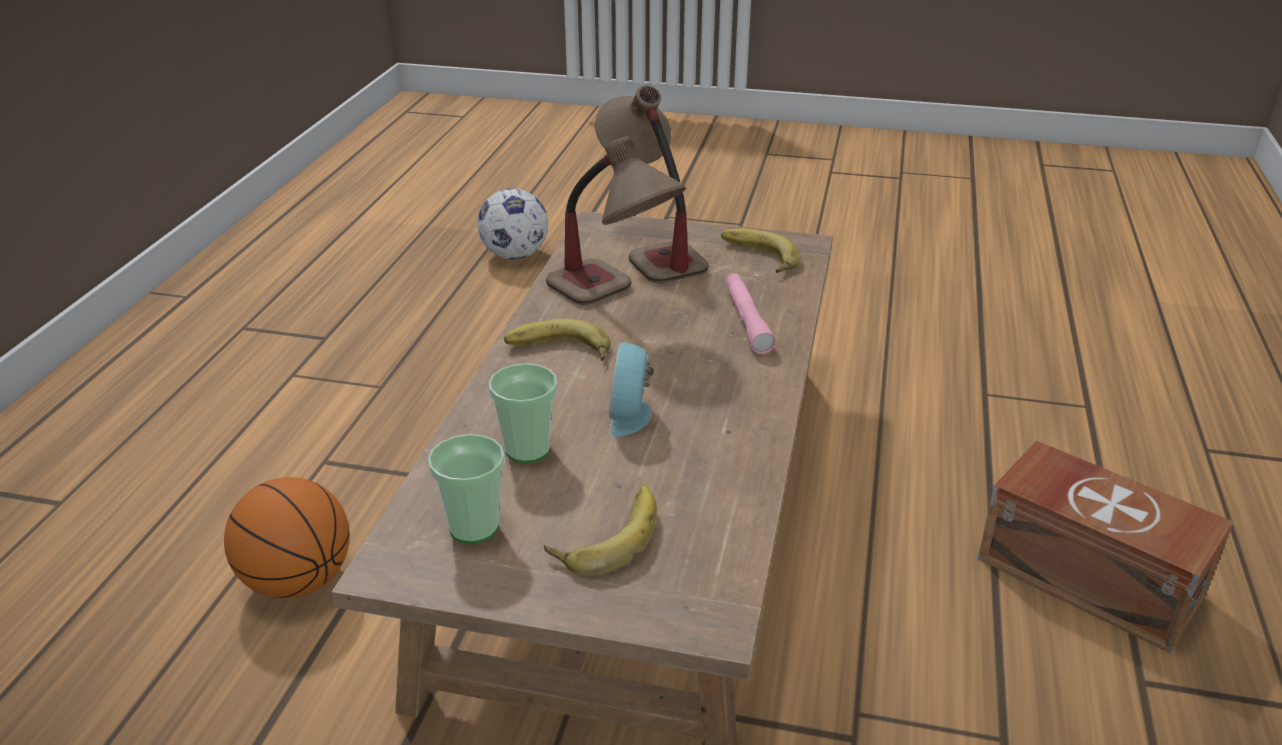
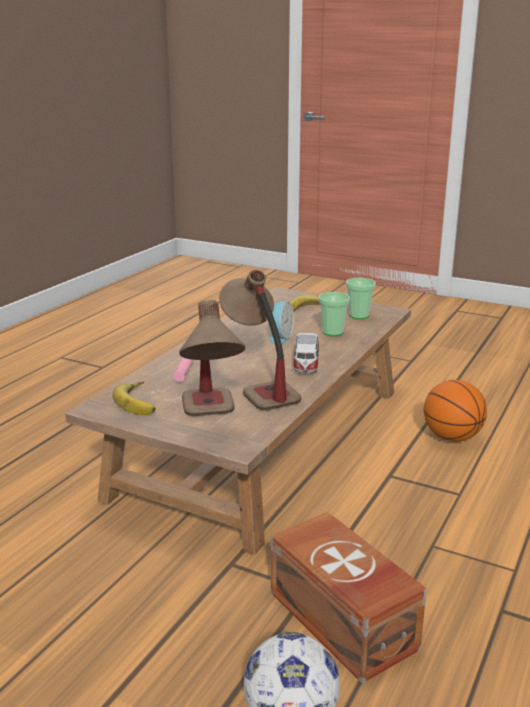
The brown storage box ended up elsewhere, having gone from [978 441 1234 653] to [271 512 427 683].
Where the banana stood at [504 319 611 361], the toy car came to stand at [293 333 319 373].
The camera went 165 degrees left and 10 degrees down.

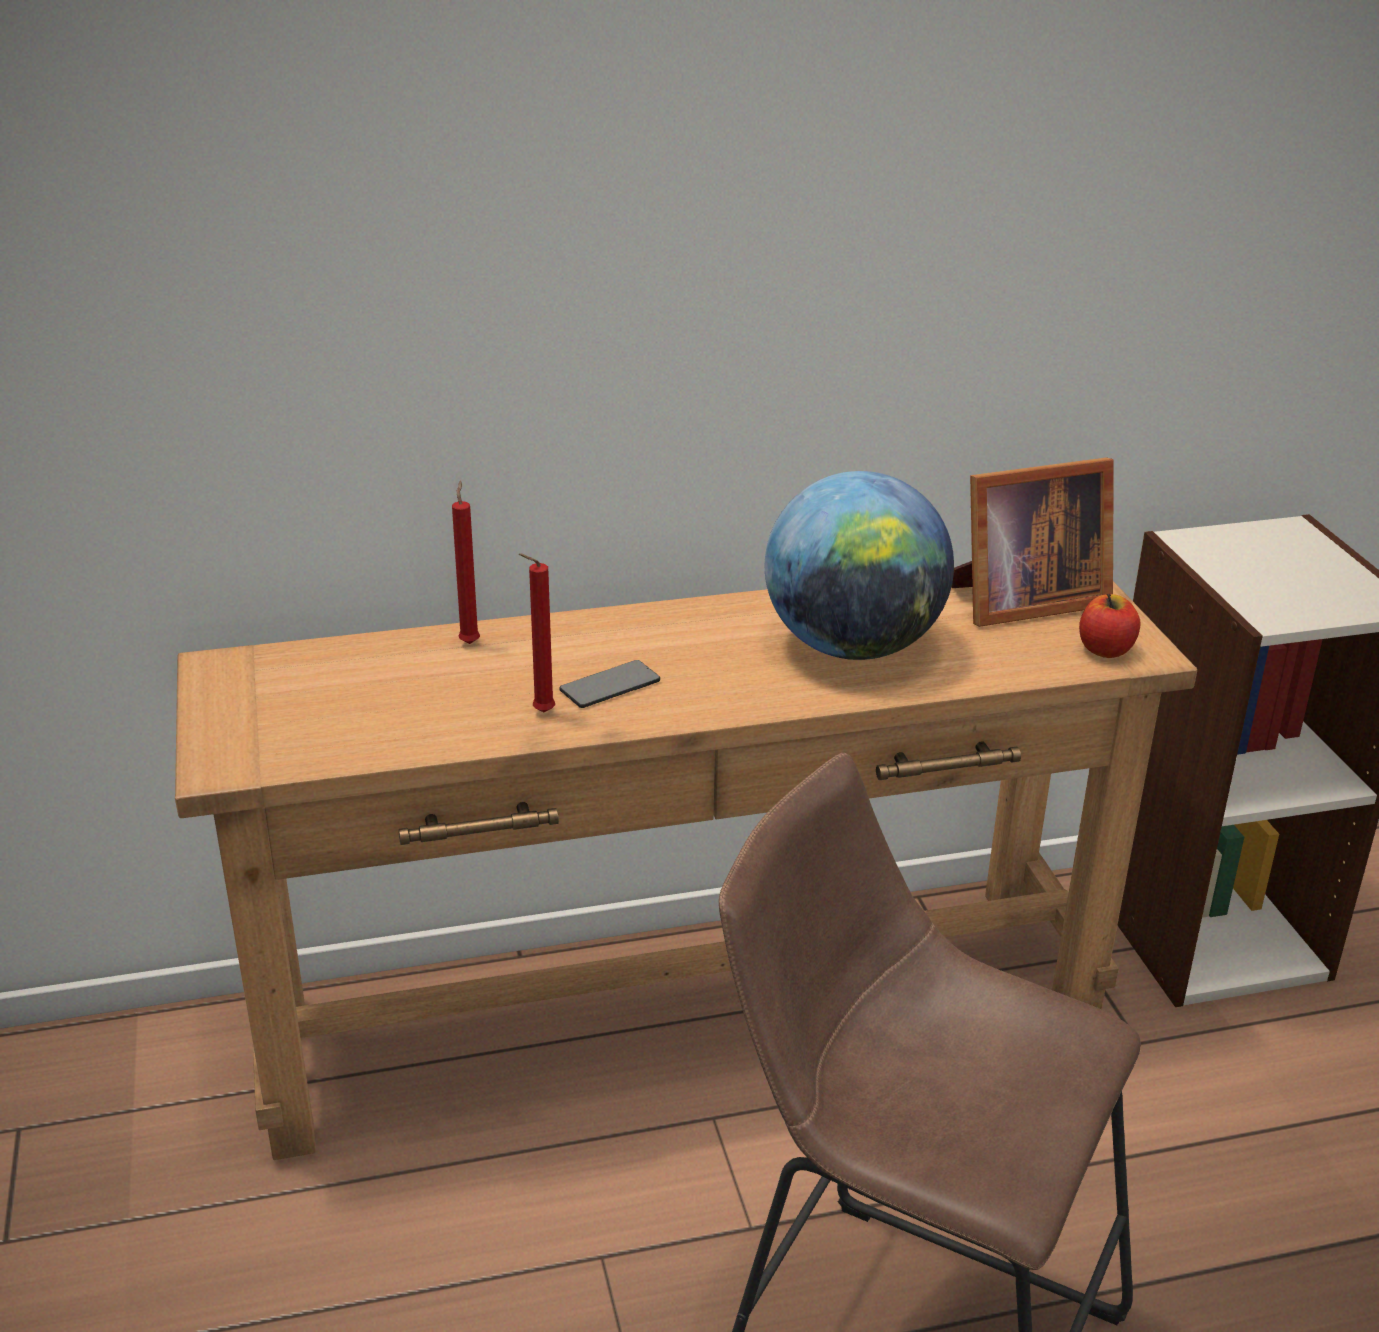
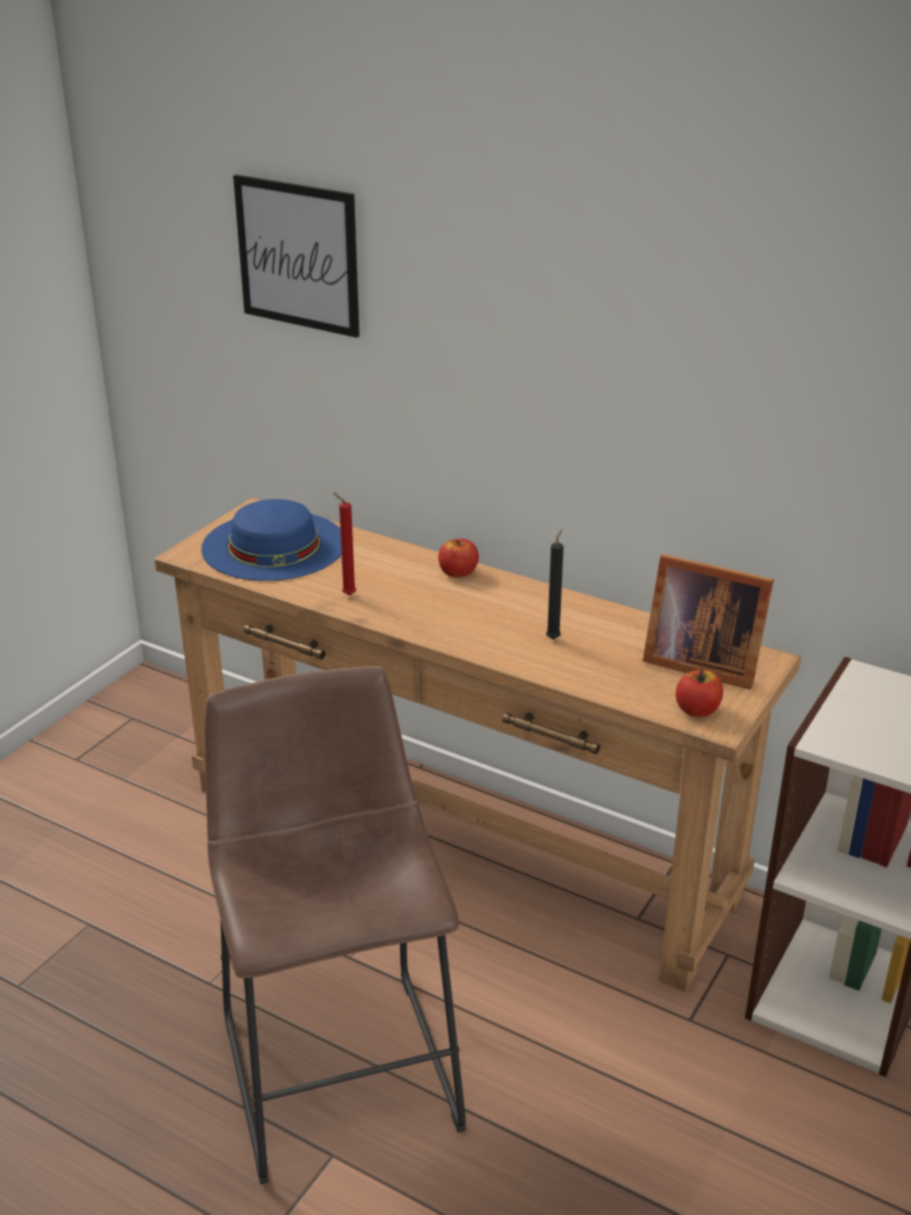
The second view lost the red candle at [452 481 480 644].
The second view lost the phone at [559 660 660 708].
The second view gained the blue hat at [201 499 342 581].
The second view gained the picture at [233 175 359 338].
The second view gained the apple at [438 539 479 578].
Where the globe stood at [765 471 954 660], the black candle came to stand at [546 529 564 639].
The camera went 45 degrees right and 0 degrees up.

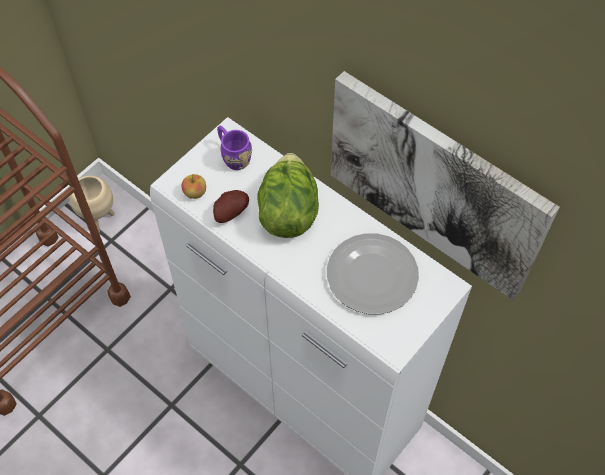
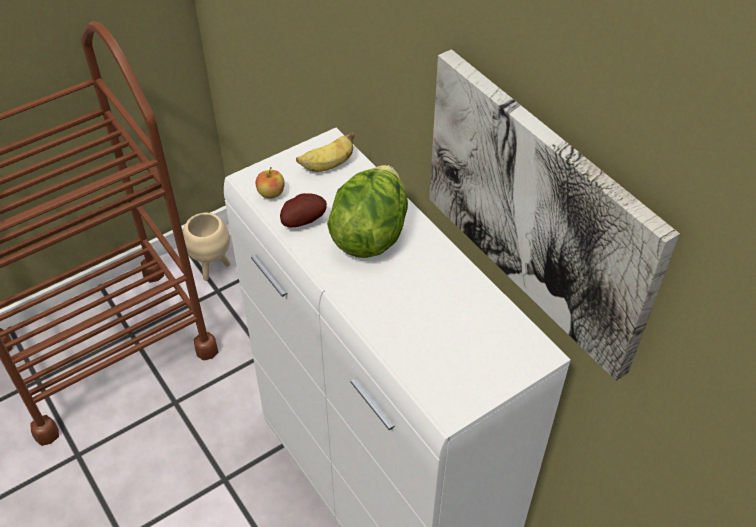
The second view lost the plate at [327 233 419 314].
Where the purple mug stood at [217 126 252 170], the banana came to stand at [296 132 354 172].
The camera went 15 degrees right and 10 degrees down.

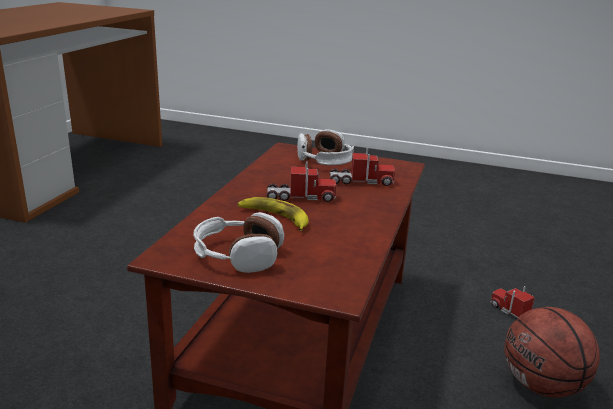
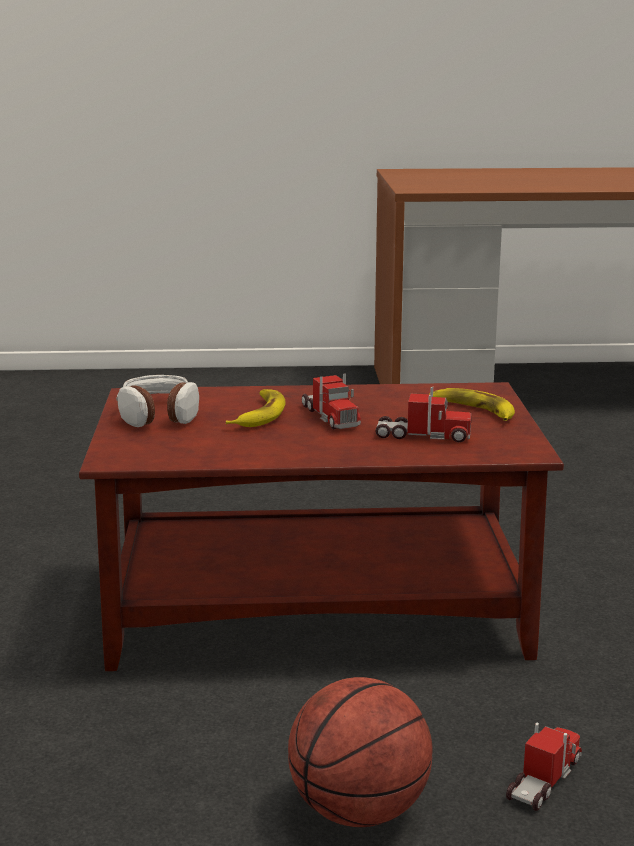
Where the headphones stood at [297 129 354 165], the banana came to stand at [433 388 515 421].
The toy truck at [330 148 395 186] ended up facing another way, 60 degrees counterclockwise from before.
The camera went 70 degrees right and 5 degrees down.

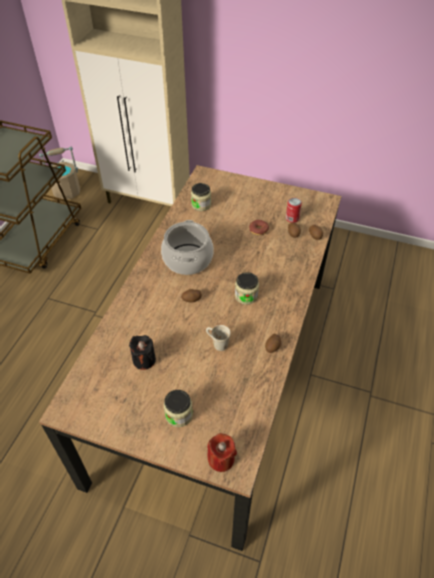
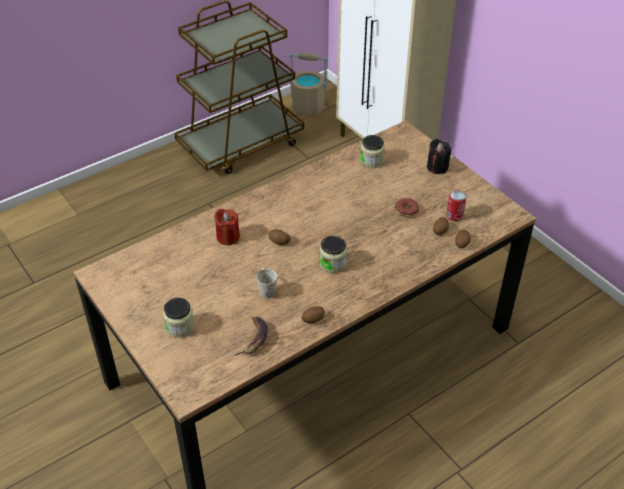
The second view lost the cooking pot at [161 220 214 275].
The second view gained the banana at [234 317 268 356].
The black candle ended up elsewhere, having gone from [129 335 156 370] to [427 139 451 174].
The red candle ended up elsewhere, having gone from [207 433 237 472] to [214 209 240 245].
The camera went 35 degrees right and 5 degrees down.

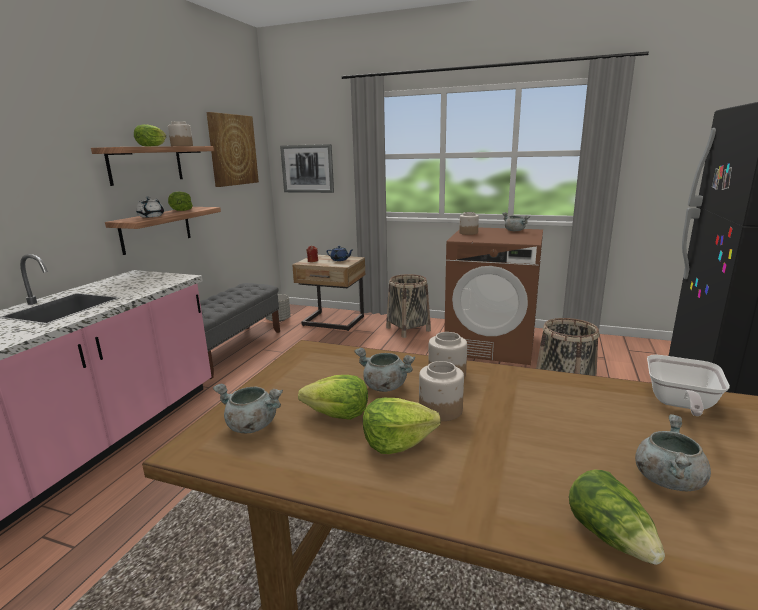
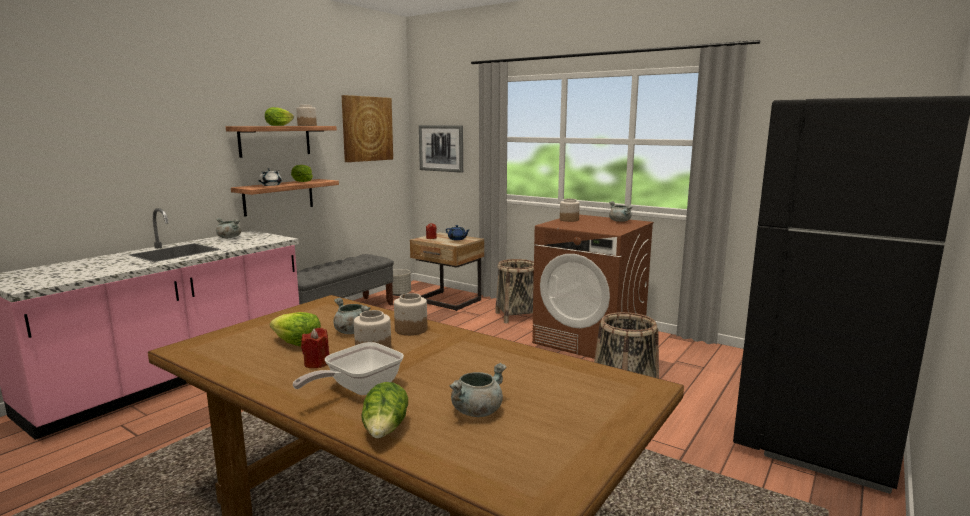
The grey cooking pot ended up elsewhere, having gone from [213 384 283 433] to [216 218 241 238].
The frying pan ended up elsewhere, having gone from [647 355 730 416] to [293 342 404 395].
Where the lettuce stood at [363 398 441 454], the red candle came to stand at [301 328 330 368].
The camera went 15 degrees right and 5 degrees down.

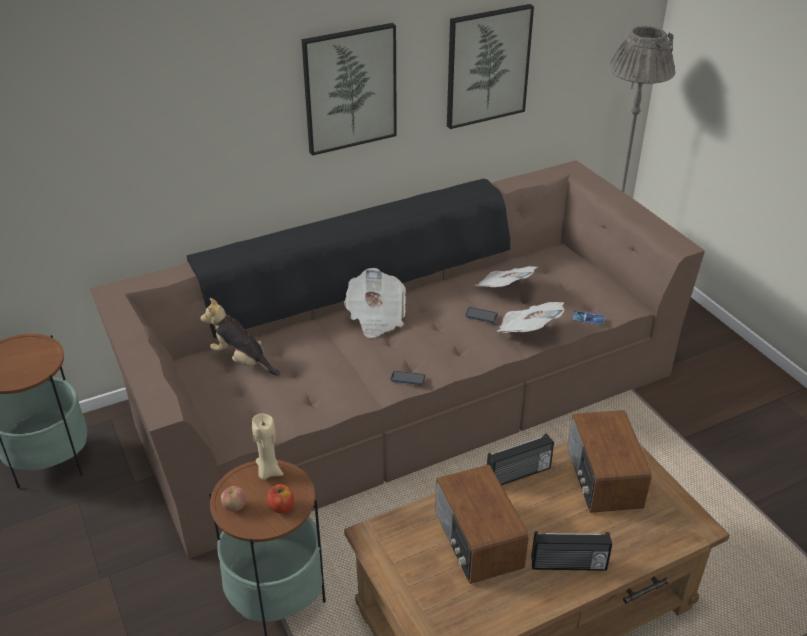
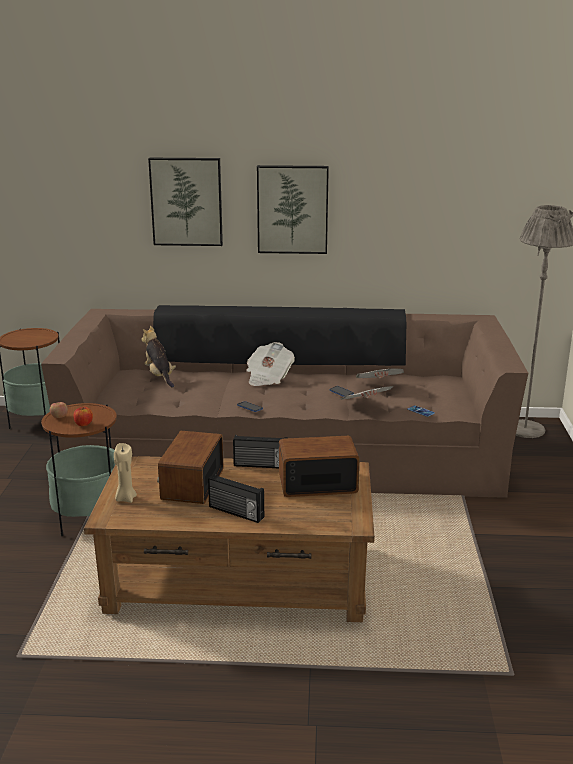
The beige candle ended up elsewhere, having gone from [252 413 283 480] to [114 443 137 503].
The picture ended up elsewhere, having gone from [447 4 534 129] to [148 158 223 246].
The radio at [568 410 651 513] ended up facing another way, 60 degrees clockwise from before.
The camera went 30 degrees right and 15 degrees down.

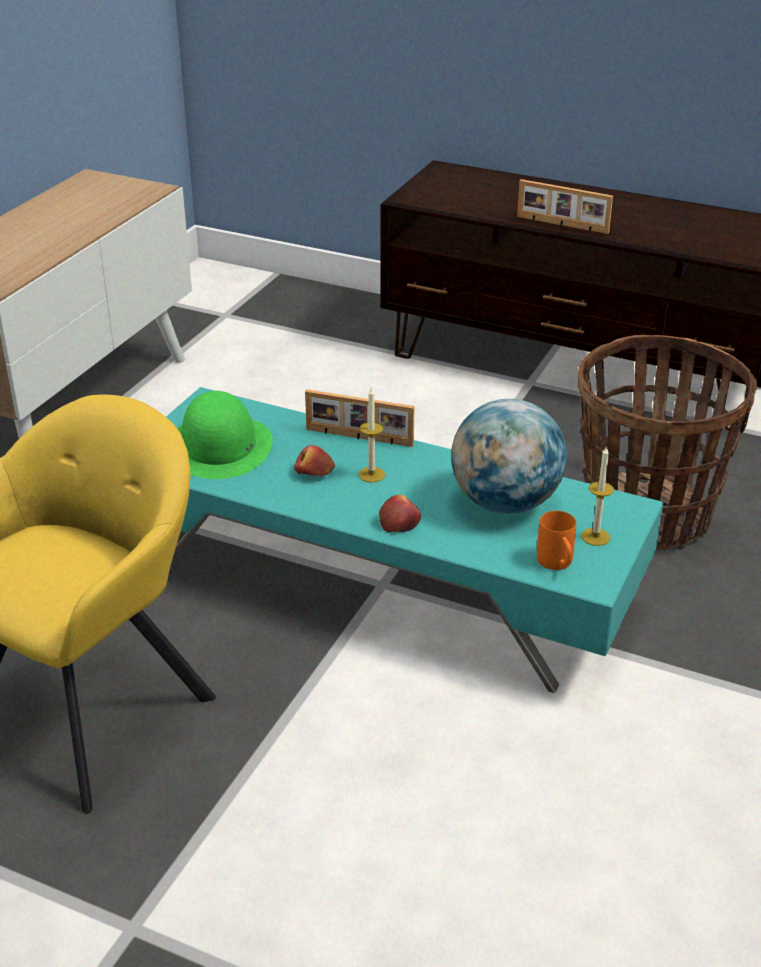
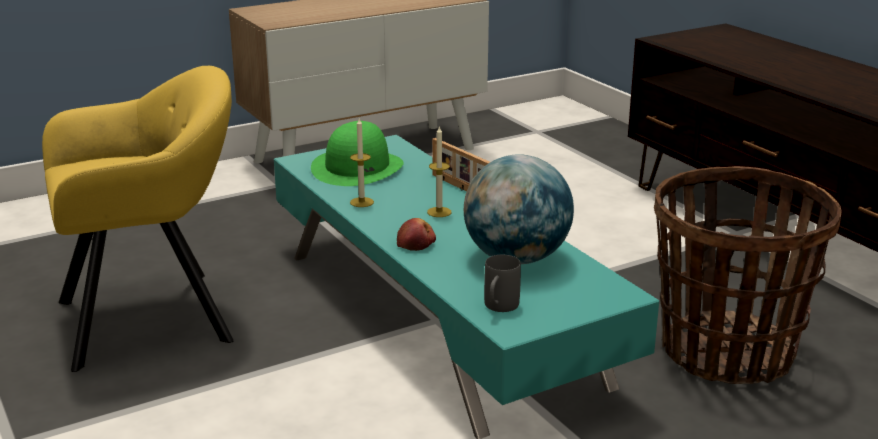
The second view lost the apple at [294 445 335 476].
The second view lost the picture frame at [517 179 613 234].
The candle ended up elsewhere, having gone from [581 445 614 546] to [350 118 374 207].
What was the orange mug at [537 511 576 570] turned into the grey mug at [484 255 521 312].
The camera went 35 degrees right and 10 degrees down.

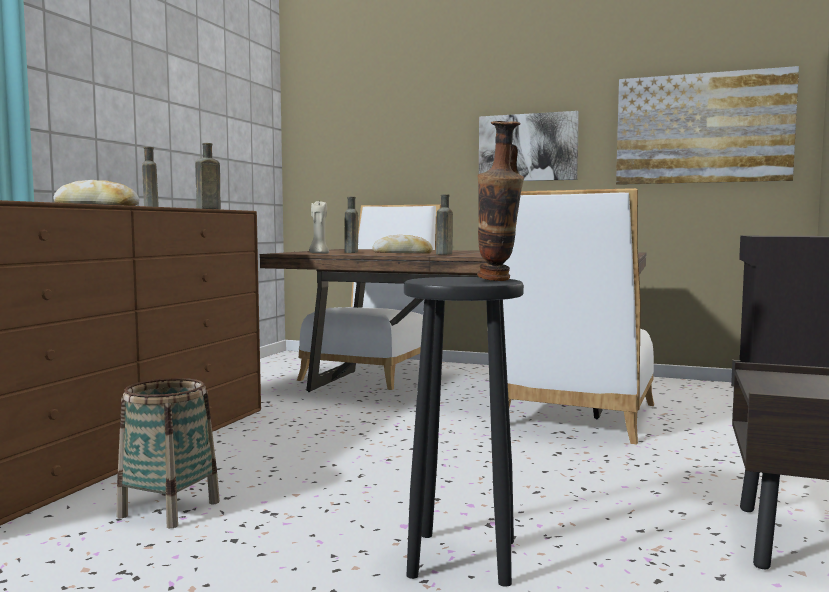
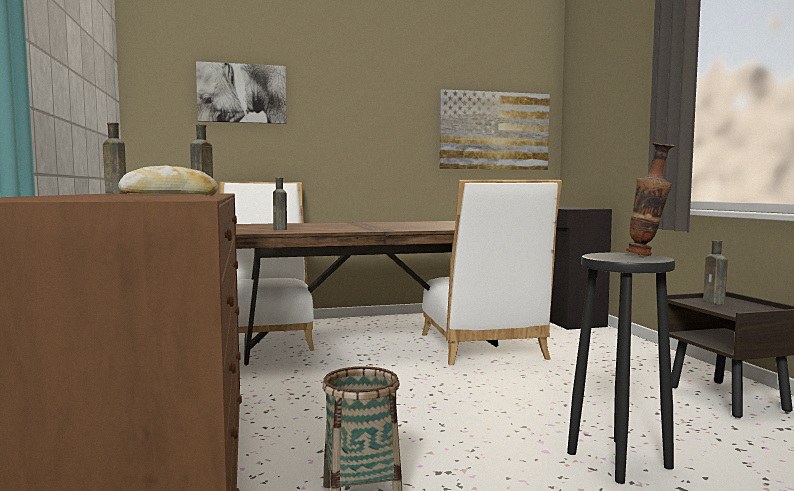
The second view lost the beige candle at [309 201 329 253].
The second view lost the bread at [372 235 433 254].
The brown bottle ended up elsewhere, having gone from [436 194 453 255] to [703 240 728 305].
The picture ended up elsewhere, having gone from [479 111 579 181] to [196 61 287 124].
The camera went 35 degrees left and 0 degrees up.

